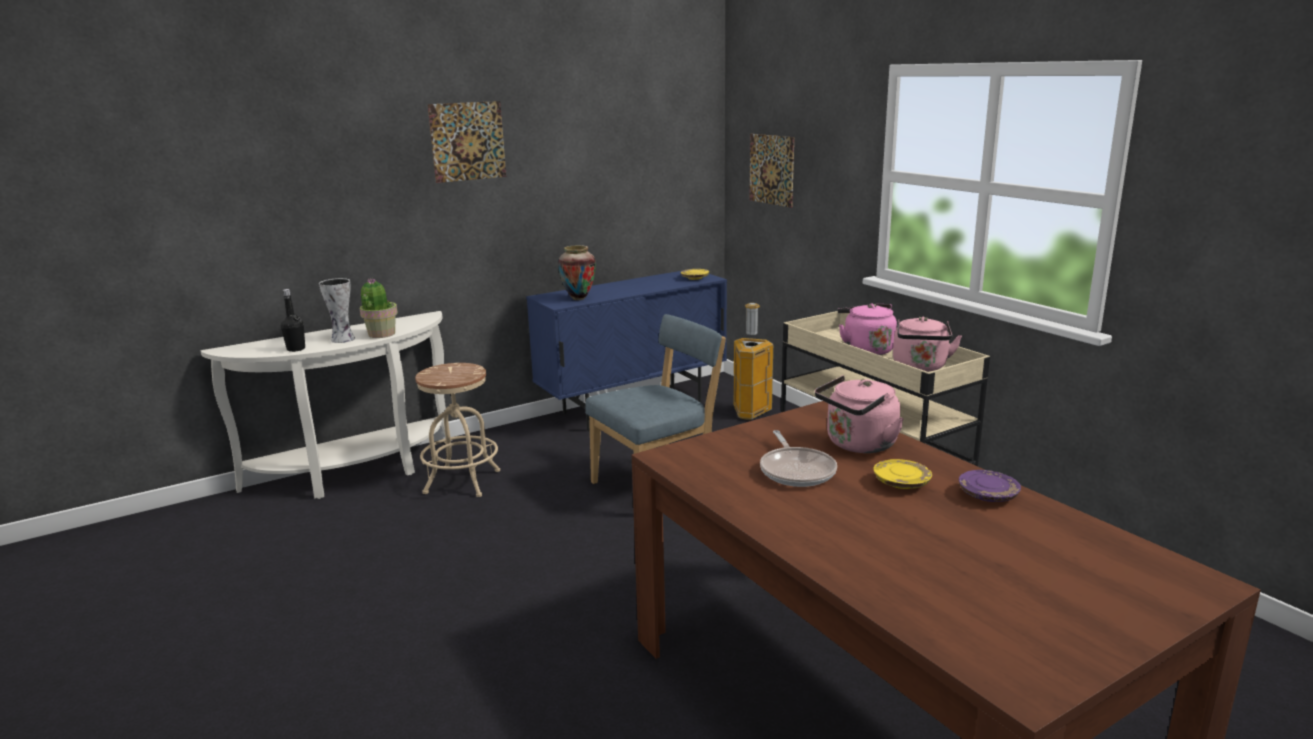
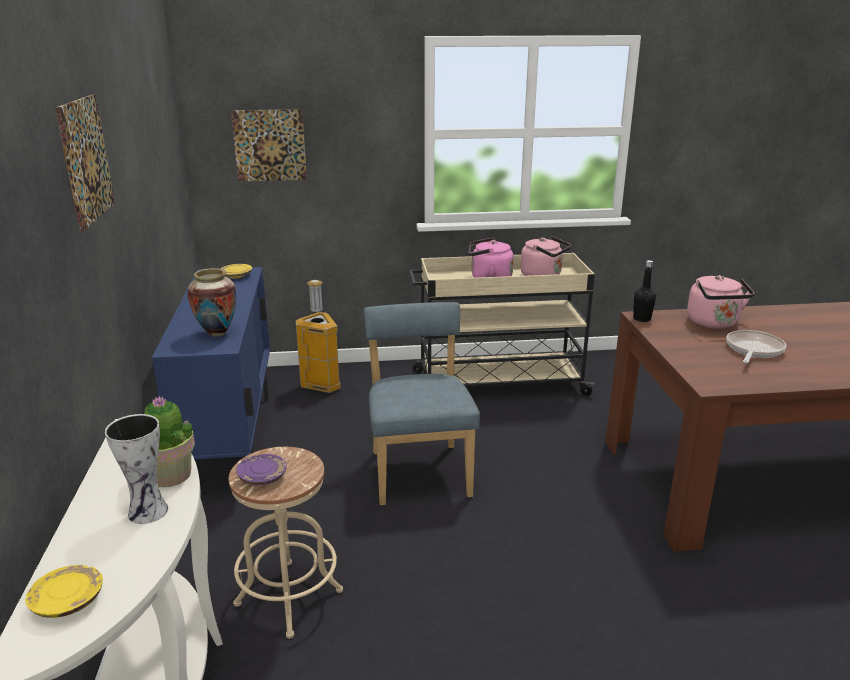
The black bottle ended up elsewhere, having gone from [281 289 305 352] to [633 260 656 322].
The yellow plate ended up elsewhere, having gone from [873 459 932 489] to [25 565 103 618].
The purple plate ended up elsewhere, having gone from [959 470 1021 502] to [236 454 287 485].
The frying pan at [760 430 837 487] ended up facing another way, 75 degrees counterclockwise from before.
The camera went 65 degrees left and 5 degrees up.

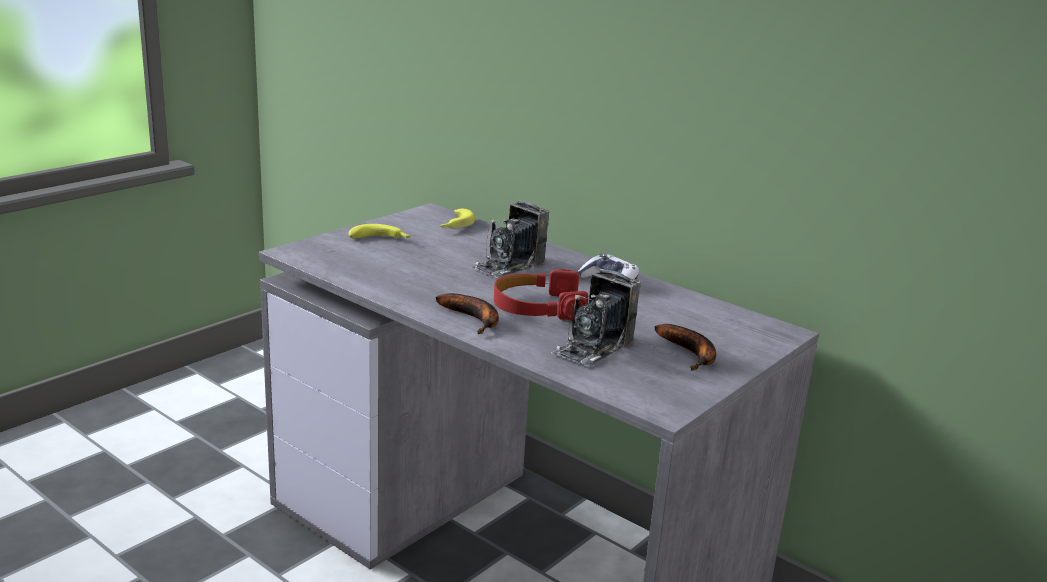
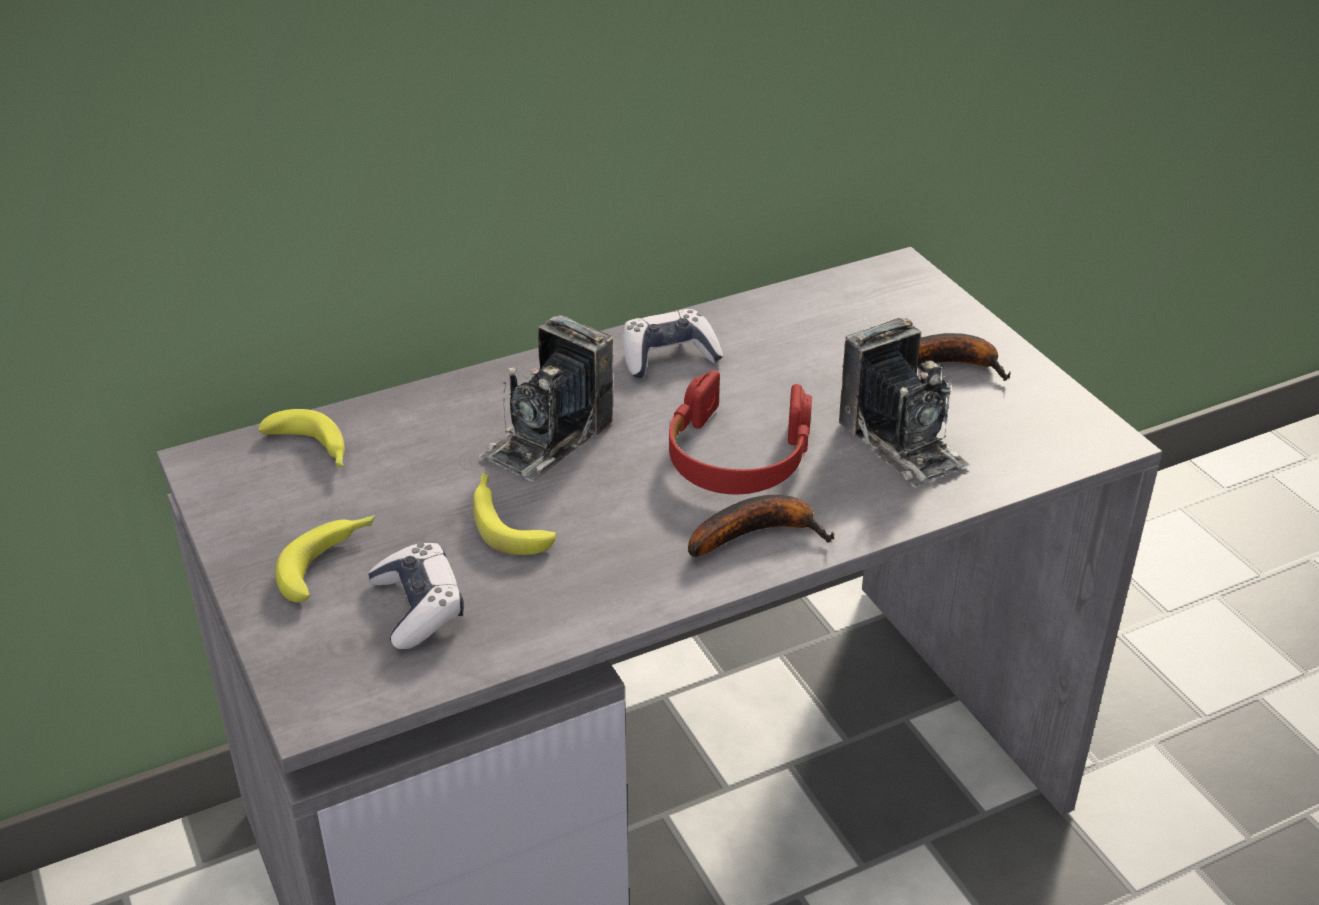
The second view gained the game controller at [368 542 464 649].
The second view gained the banana at [473 473 556 555].
The photo camera at [470 201 549 278] ended up facing another way, 60 degrees clockwise from before.
The camera went 65 degrees left and 15 degrees up.

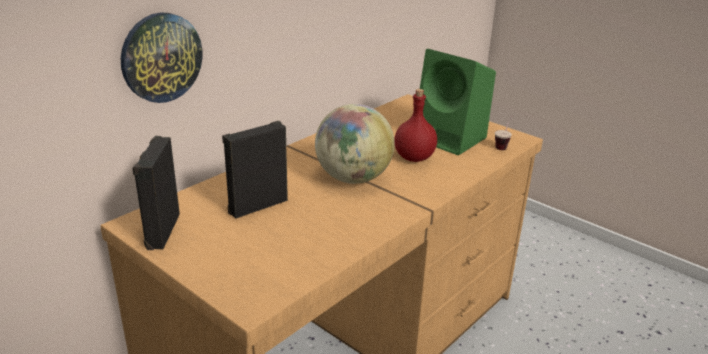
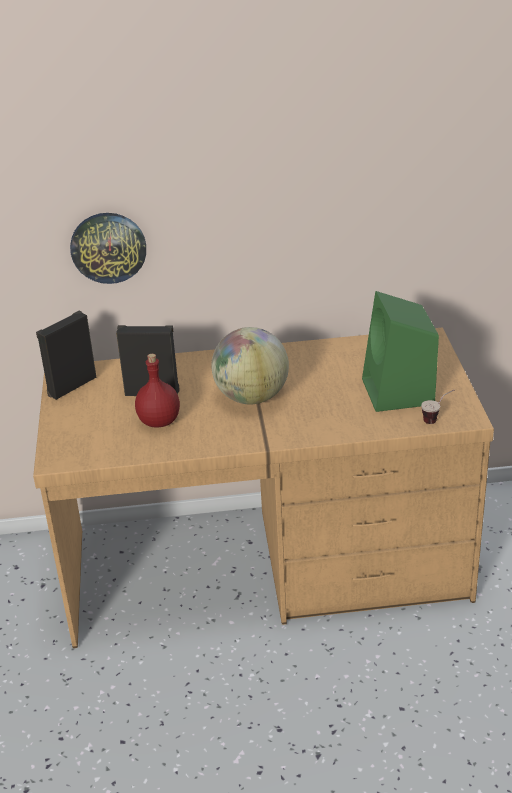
The red bottle ended up elsewhere, having gone from [394 89 437 162] to [135 354 180 427].
The camera went 45 degrees right and 5 degrees up.

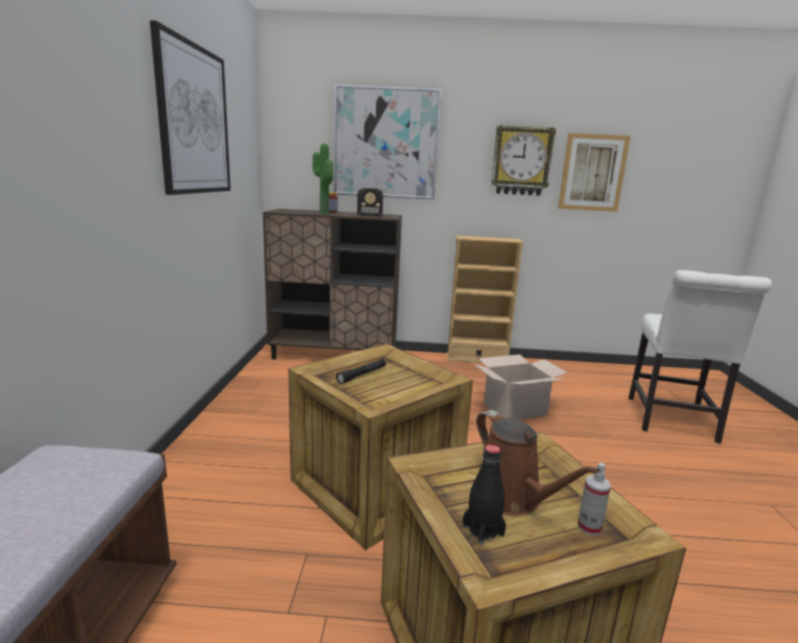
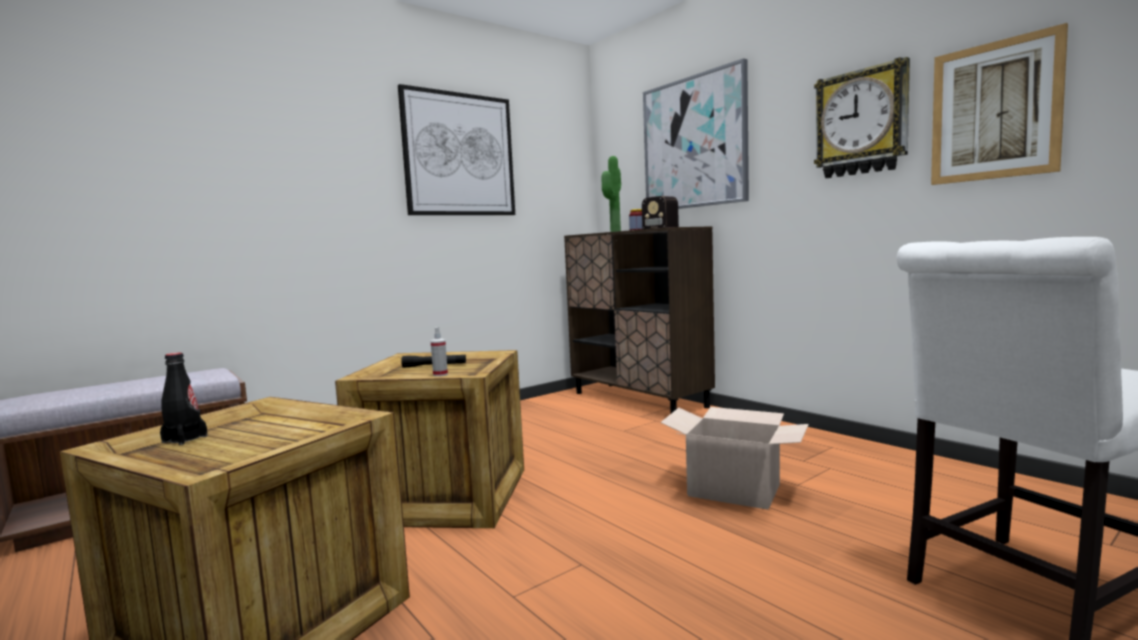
The second view lost the beige bookcase at [446 236 524 363].
The second view lost the brown watering can at [473 410 600 516].
The spray bottle ended up elsewhere, having gone from [577 463 611 536] to [431 327 448 377].
The camera went 50 degrees right and 10 degrees down.

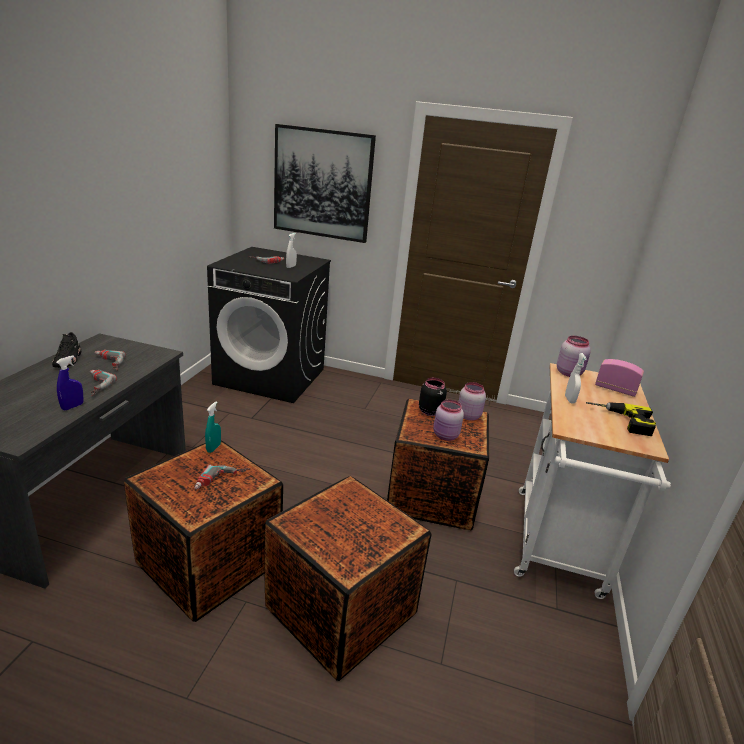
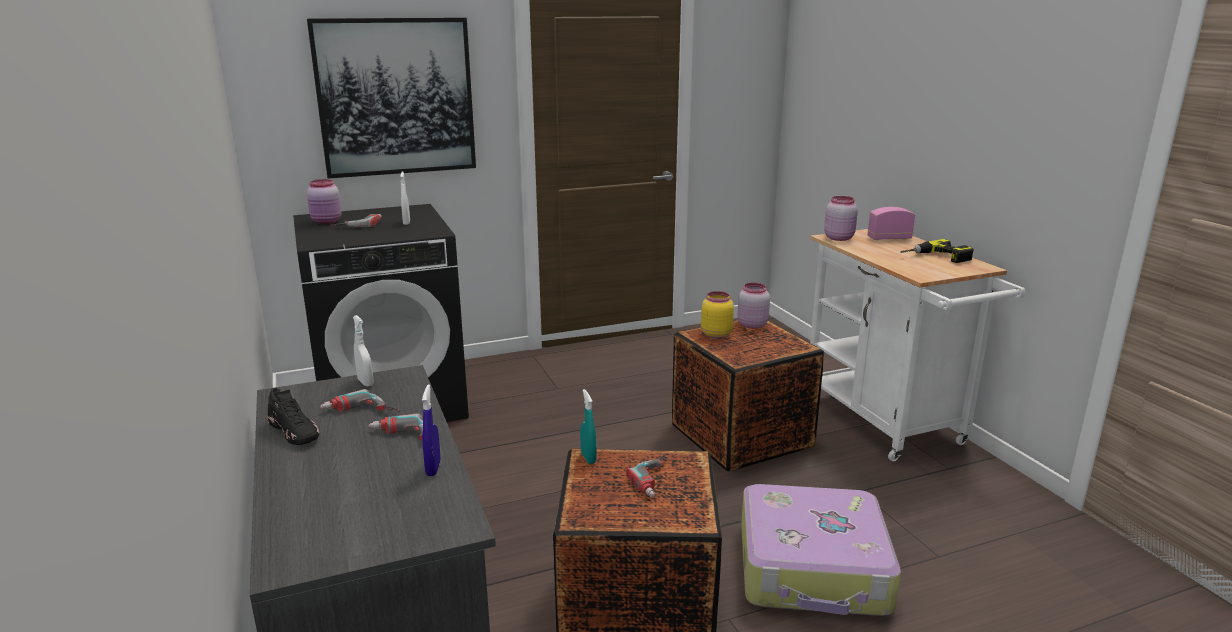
The pink jar ended up elsewhere, having gone from [433 400 464 441] to [307 179 342 224].
The white spray bottle ended up elsewhere, having gone from [565 353 587 404] to [353 315 373 386].
Where the crate stood at [265 476 432 681], the suitcase came to stand at [741 484 901 616].
What was the black jar at [419 378 447 416] turned into the yellow jar at [701 291 734 339].
The camera went 35 degrees left and 5 degrees down.

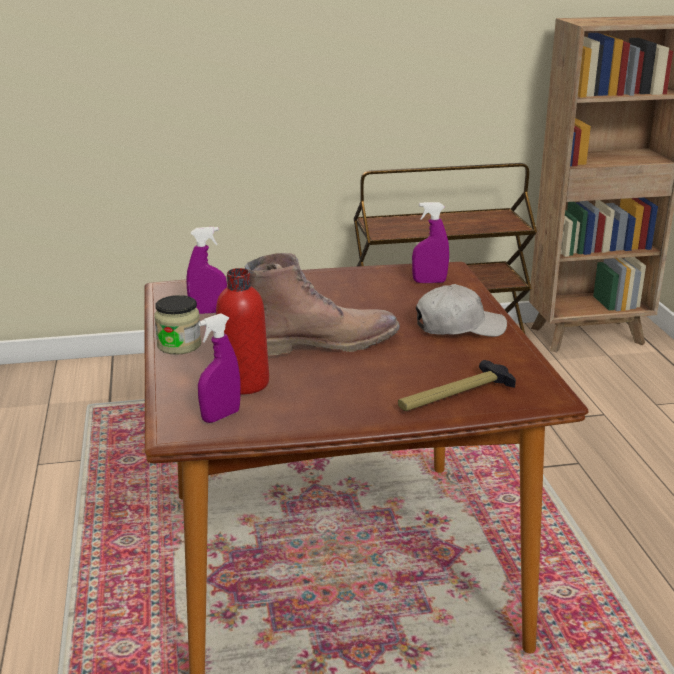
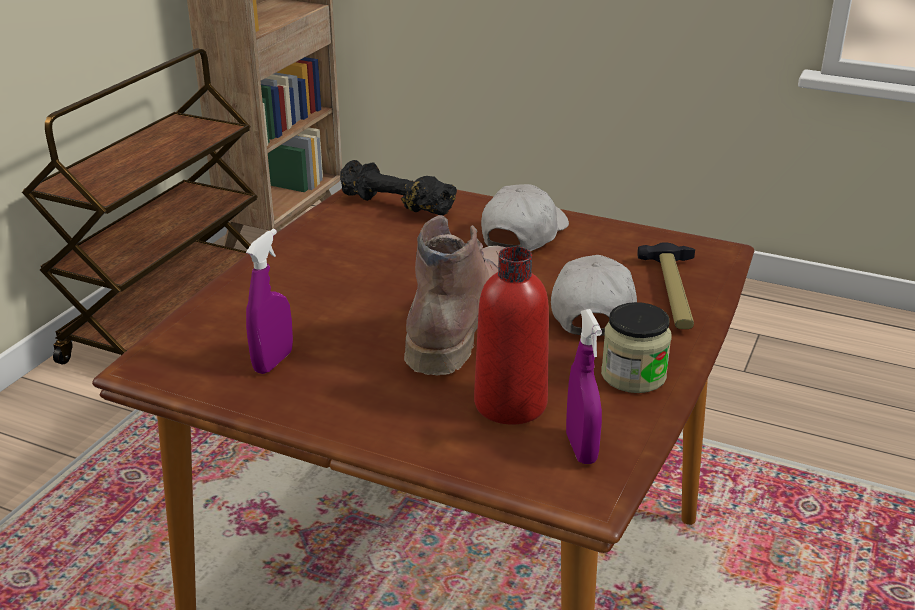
The second view gained the white cap at [551 255 637 336].
The jar ended up elsewhere, having gone from [154 295 201 355] to [601 302 672 393].
Where the purple spray bottle stood at [412 202 449 283], the black dumbbell came to stand at [340 160 457 215].
The camera went 55 degrees left and 5 degrees up.

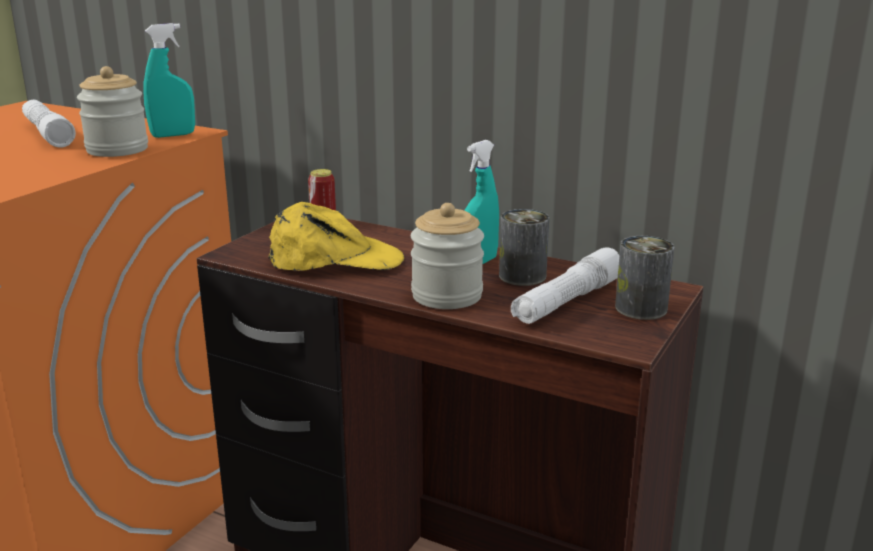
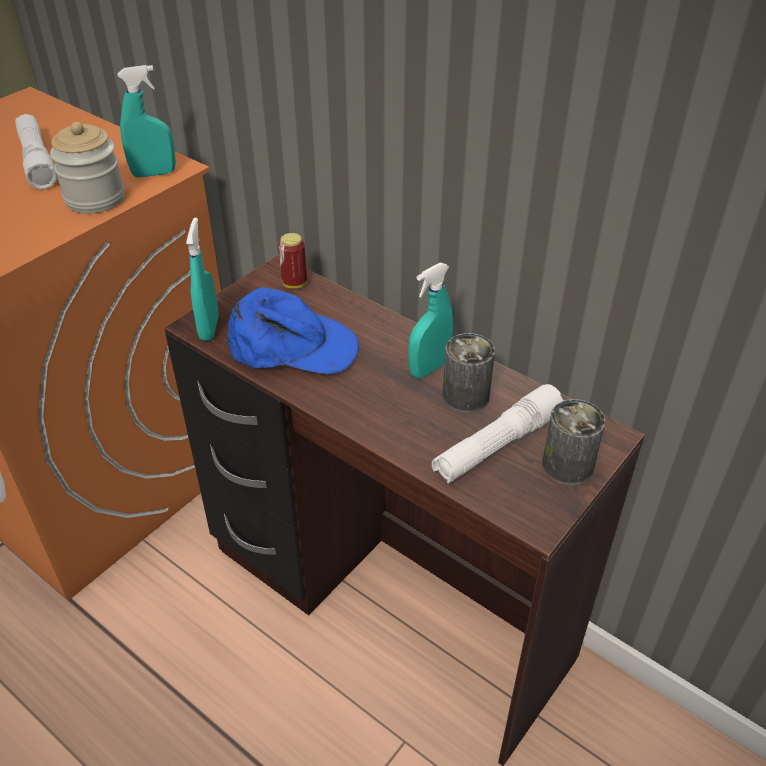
The second view lost the jar at [411 203 484 309].
The second view gained the turquoise spray bottle at [186 218 219 341].
What was the yellow cap at [268 202 404 271] turned into the blue cap at [227 287 359 374].
The camera went 10 degrees right and 20 degrees up.

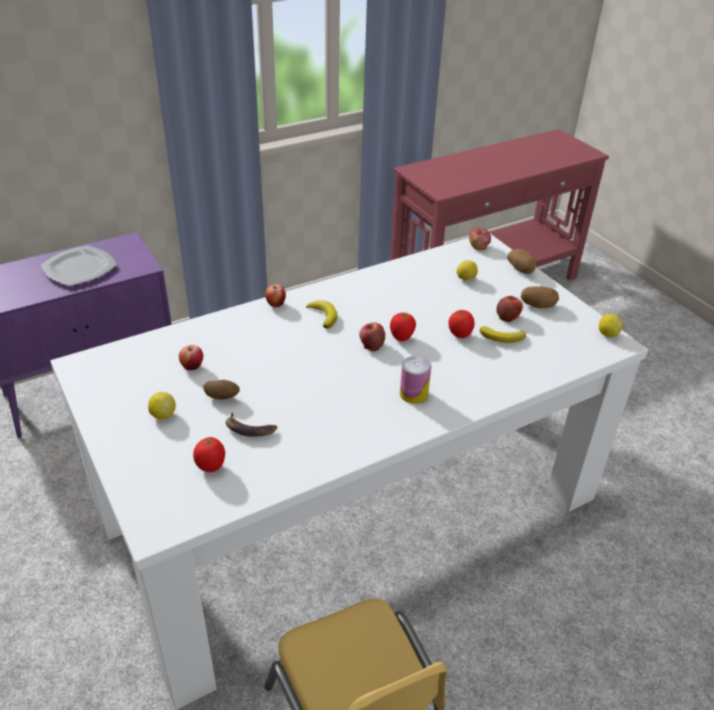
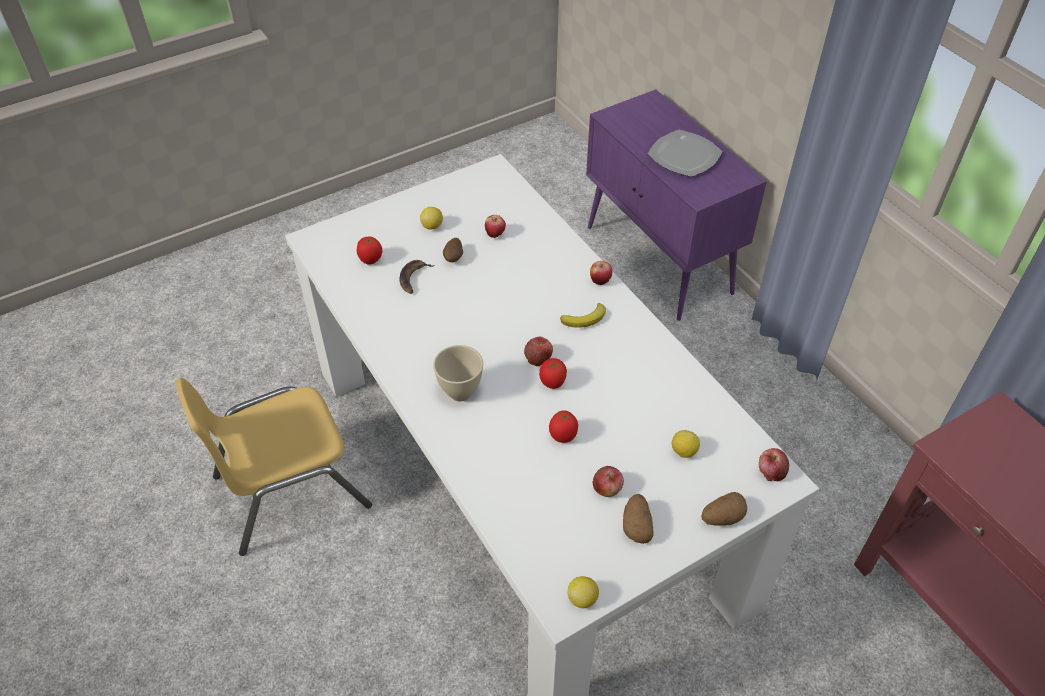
The second view lost the banana at [480 326 526 343].
Where the can stood at [400 356 431 404], the beige bowl came to stand at [433 345 483 401].
The camera went 90 degrees right and 10 degrees up.

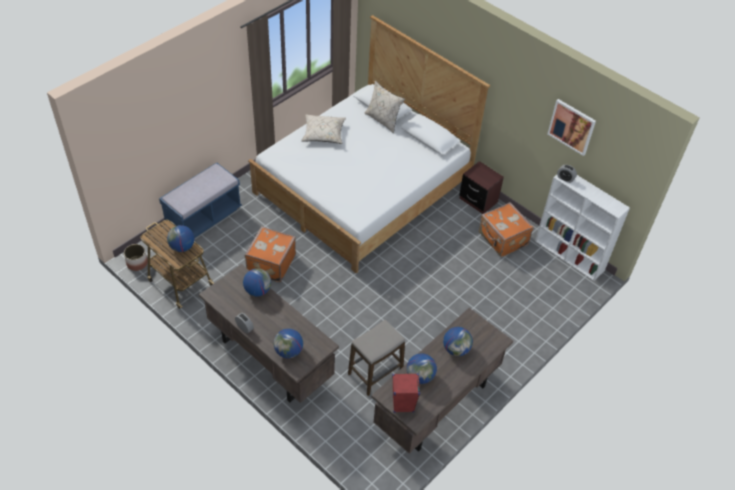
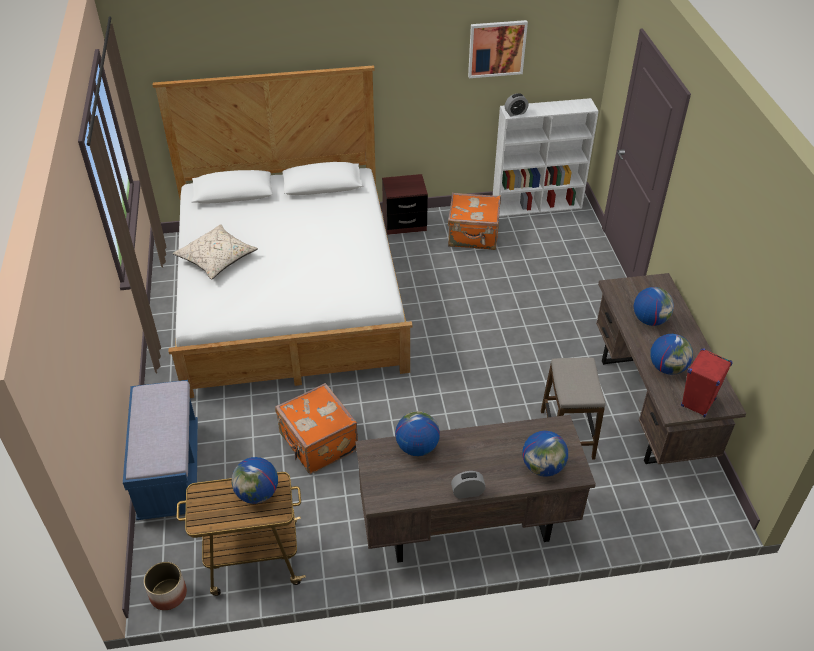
The second view lost the beige pillow at [364 81 405 133].
The camera went 50 degrees left and 5 degrees down.

